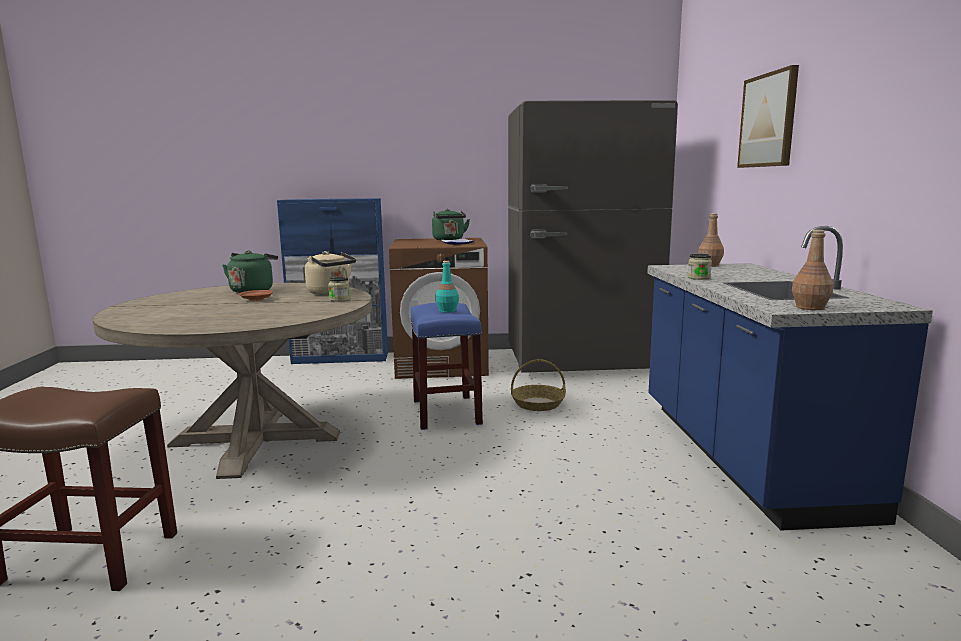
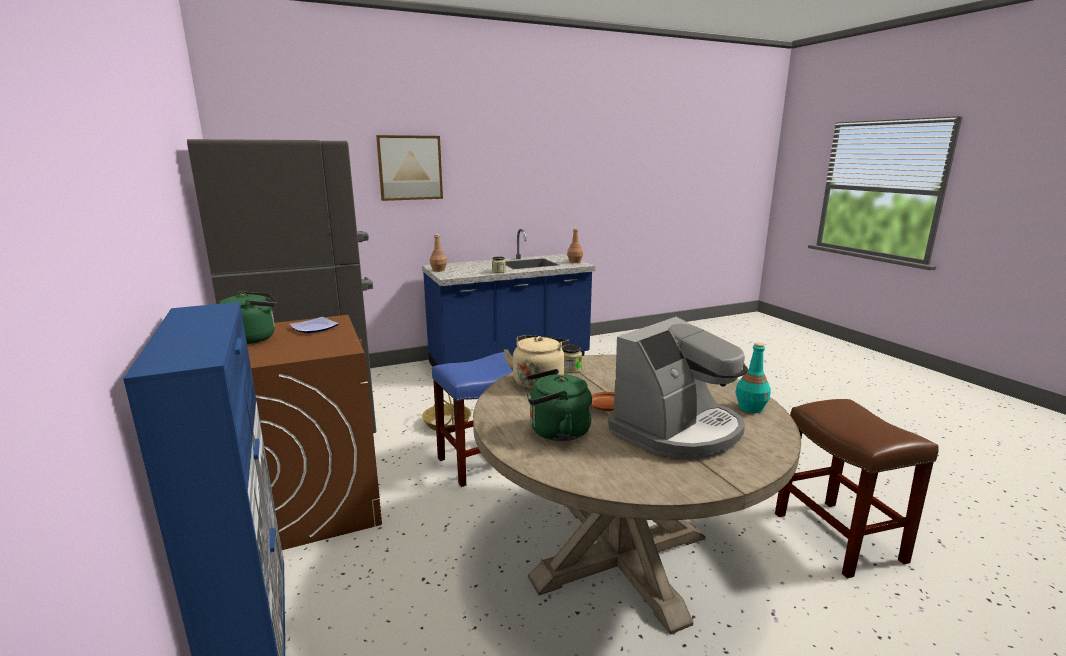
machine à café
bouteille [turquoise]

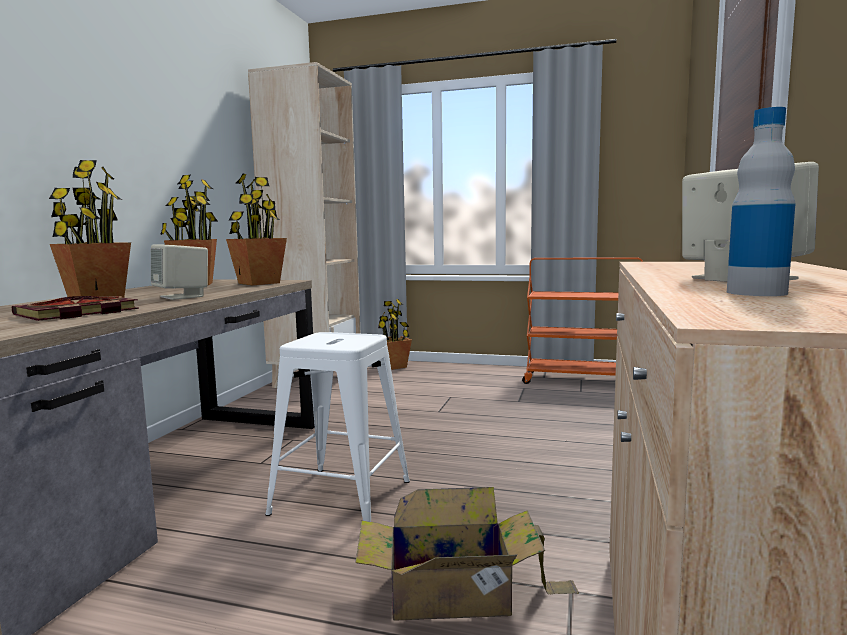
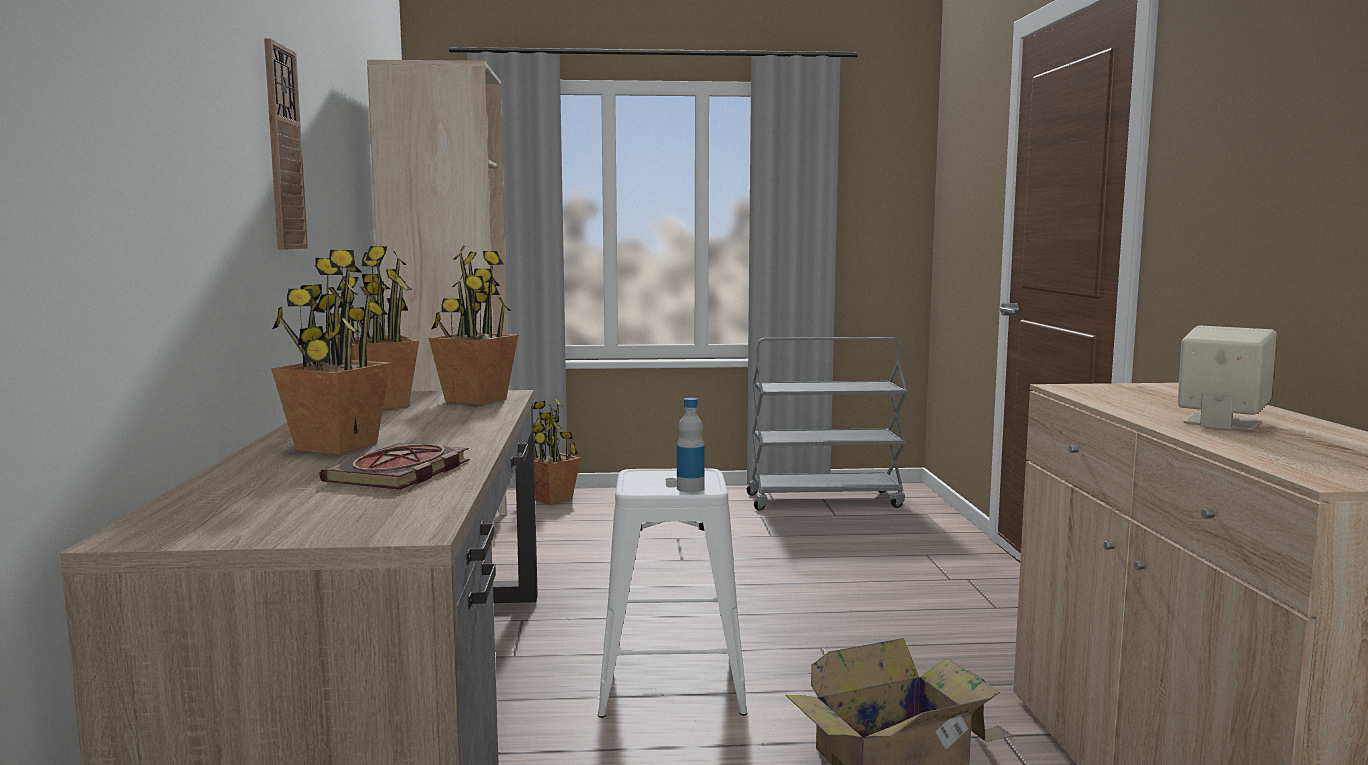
horloge murale
bouteille
chariot [gris]
enceinte [beige] (no. 1 from left in the first image)

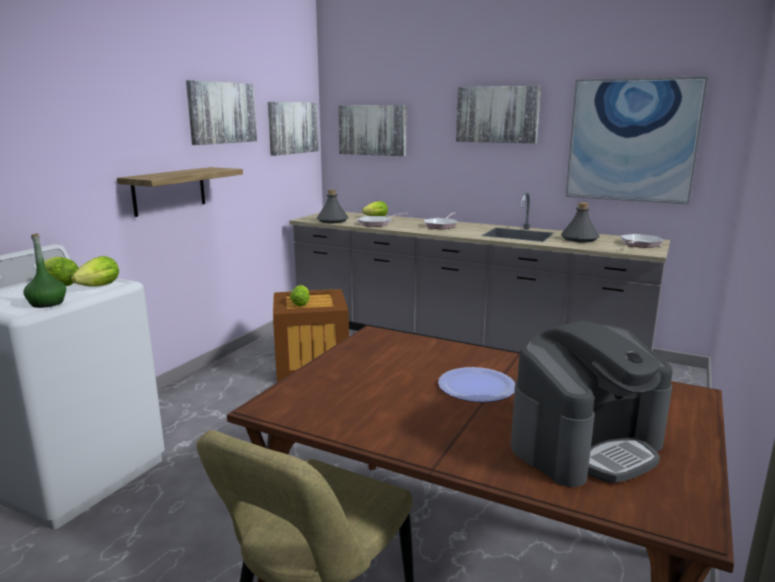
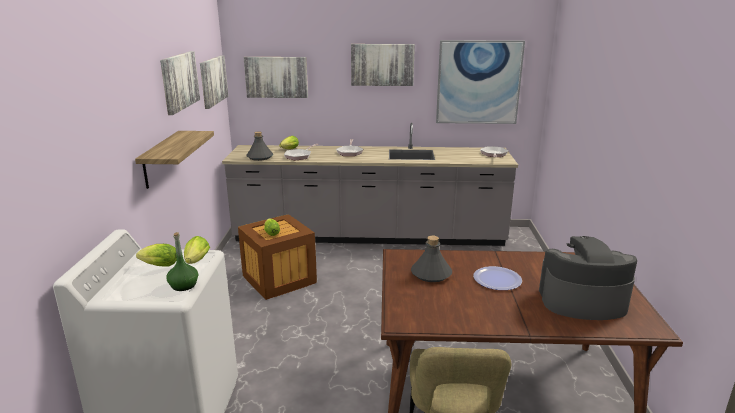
bouteille [gris] (no. 2 from left)
machine à café

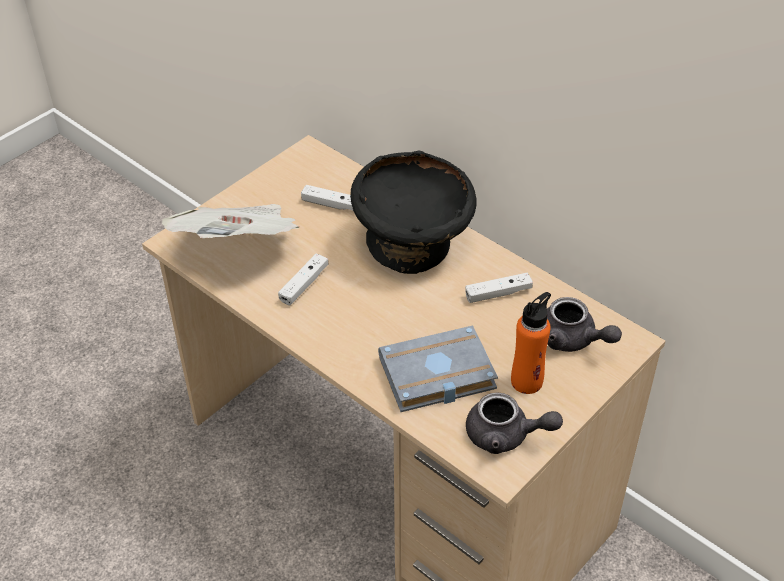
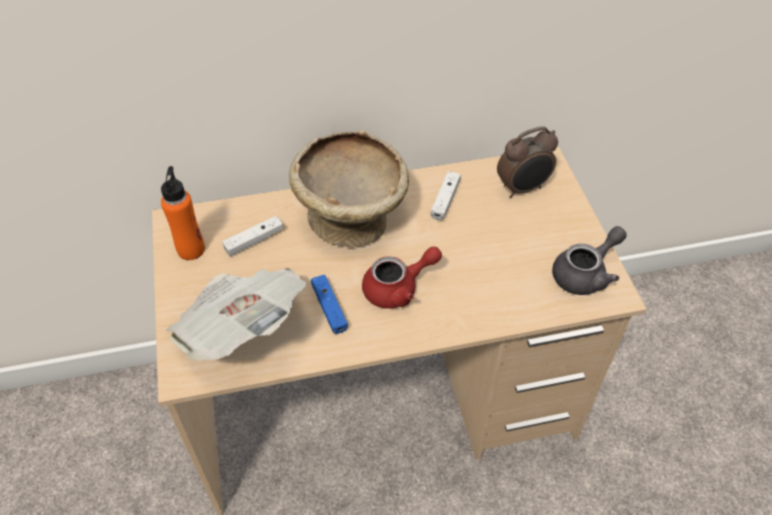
bouteille [orange]
bol [beige]
manette [bleu]
théière [rouge]
réveil
livre [gris]

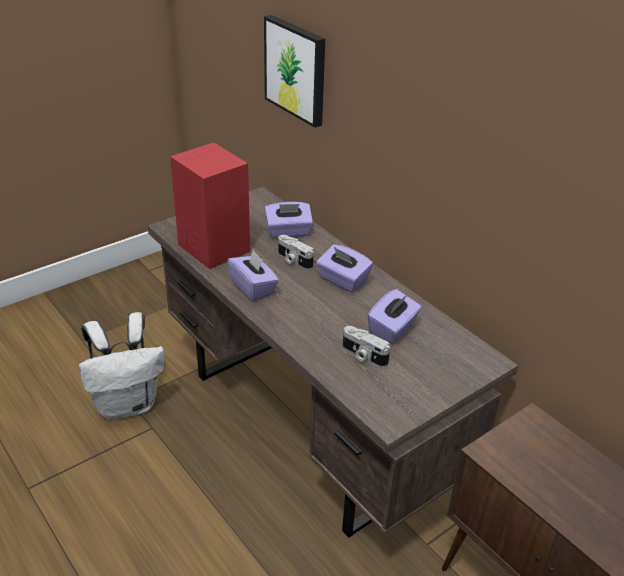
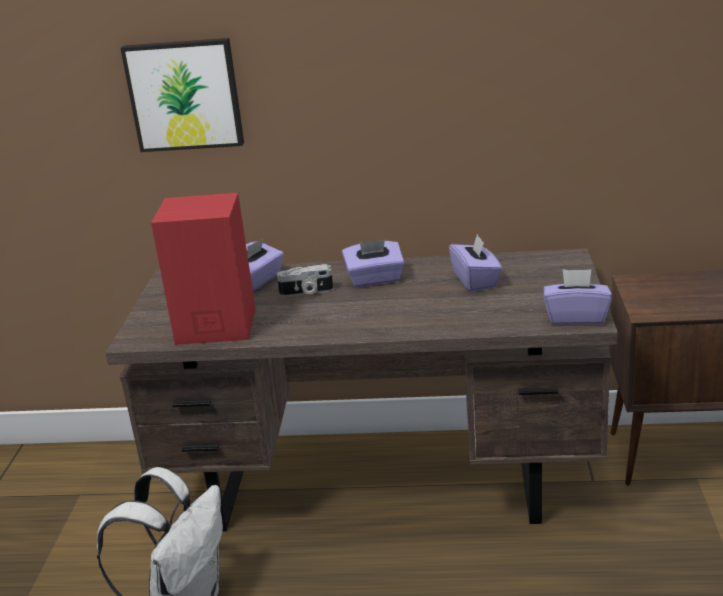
boîte à mouchoirs [violet] (no. 4 from left)
appareil photo (no. 2 from left in the first image)

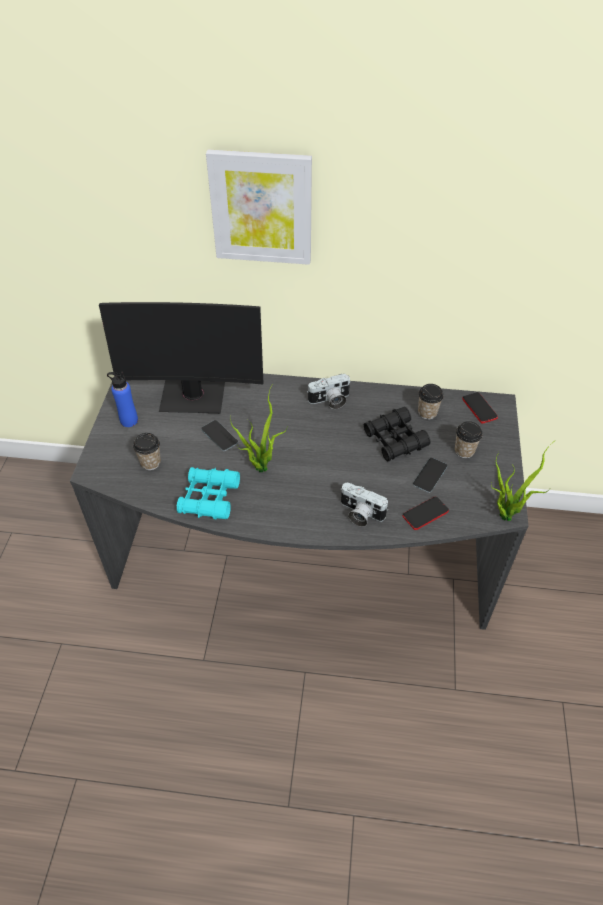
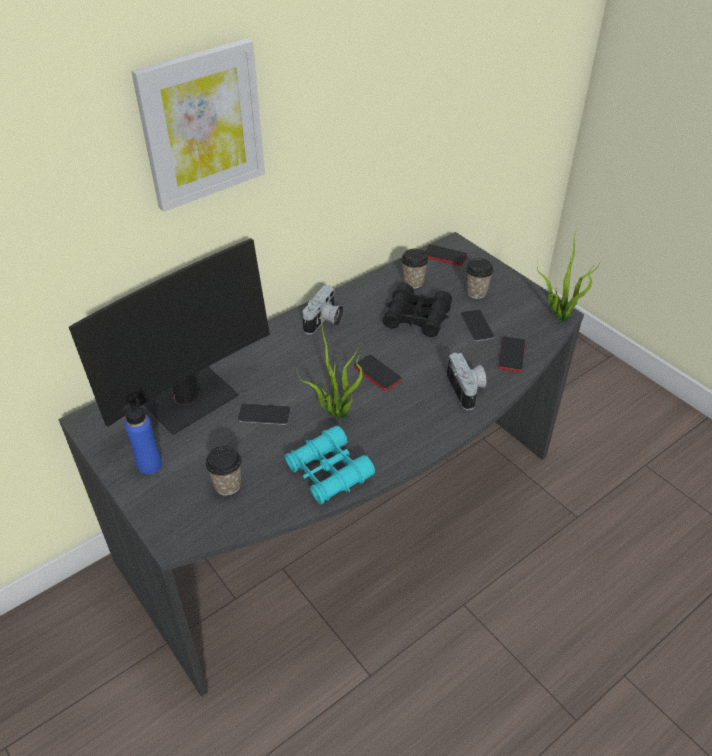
téléphone (no. 2 from left)
appareil photo (no. 2 from left)

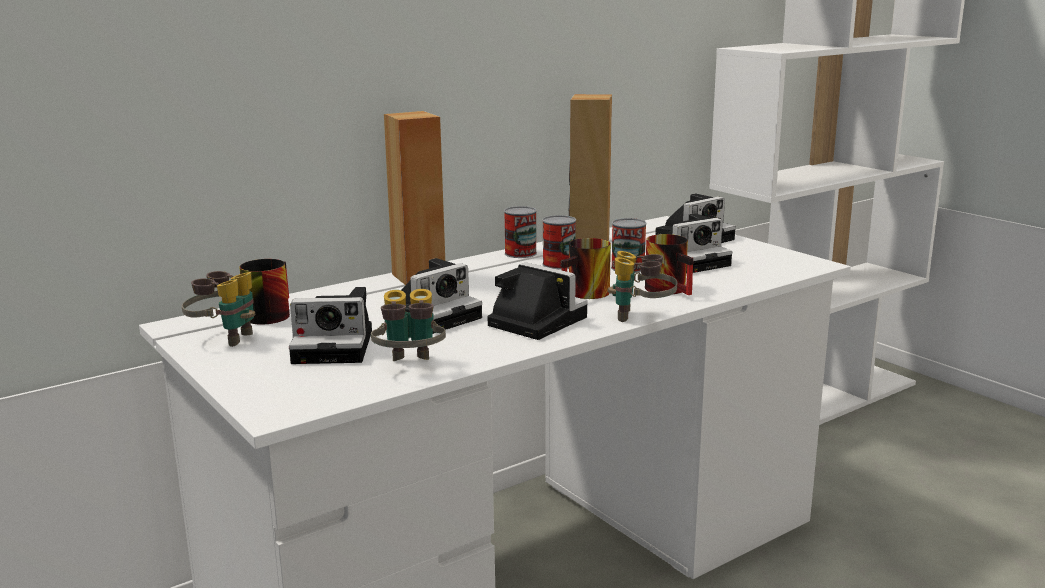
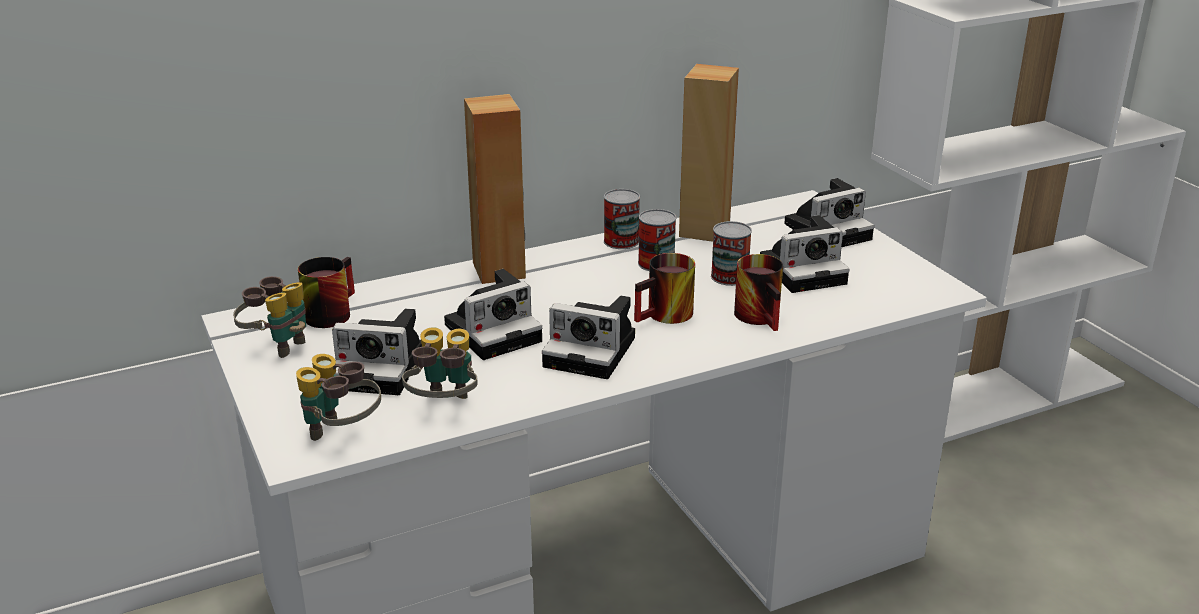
jumelles (no. 2 from left)
appareil photo (no. 3 from left)

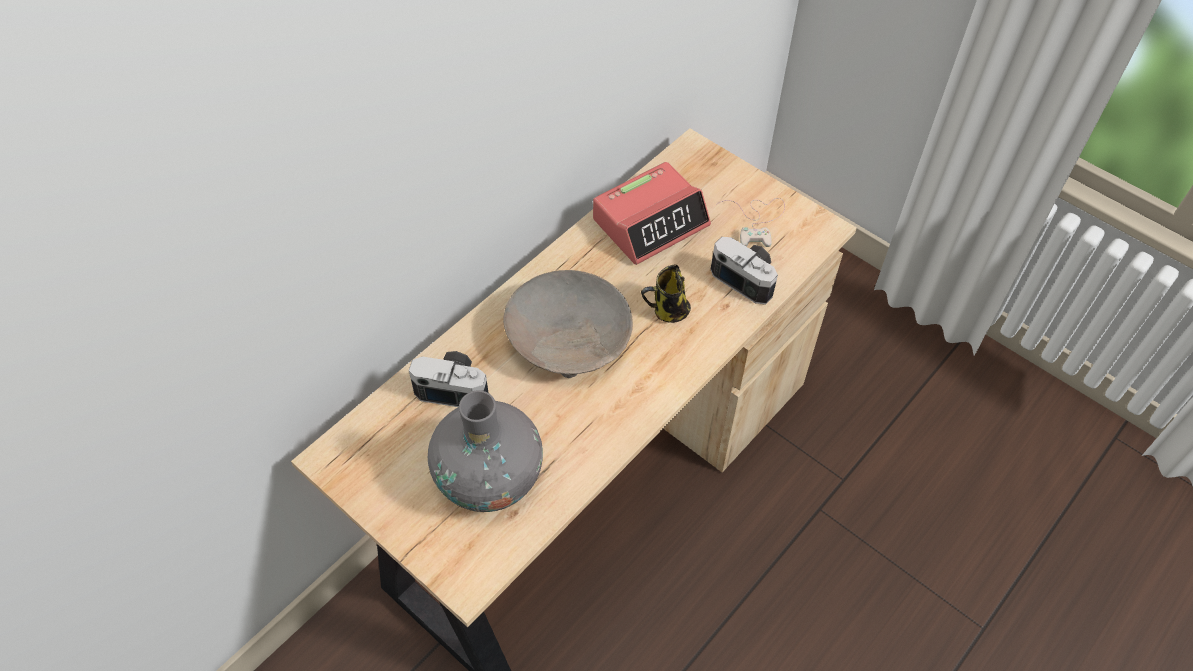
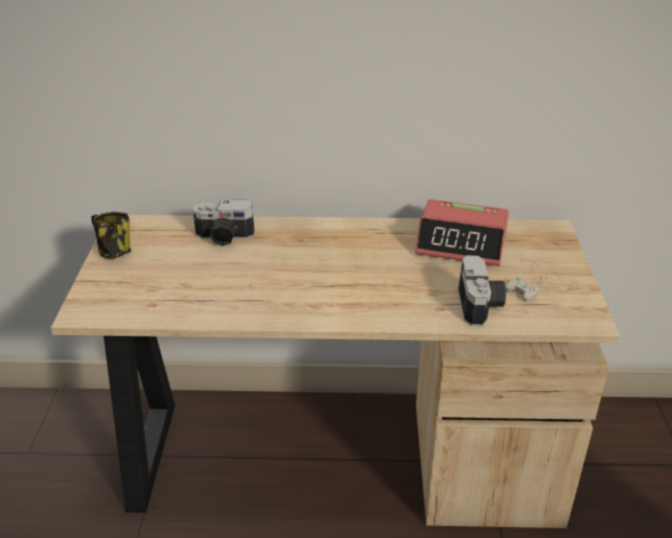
mug
appareil photo (no. 1 from left)
vase [gris]
bol [beige]

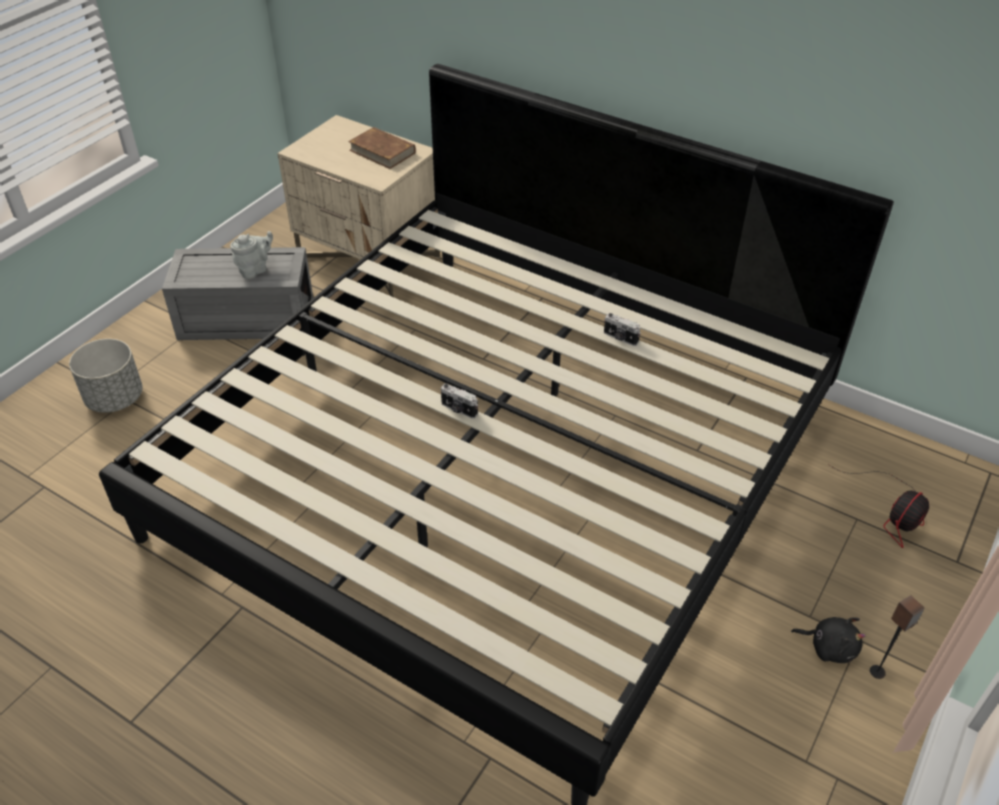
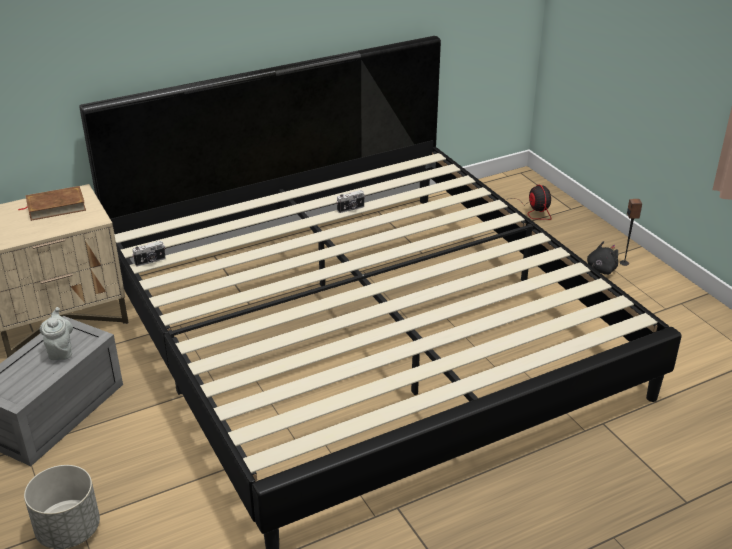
appareil photo (no. 1 from left)

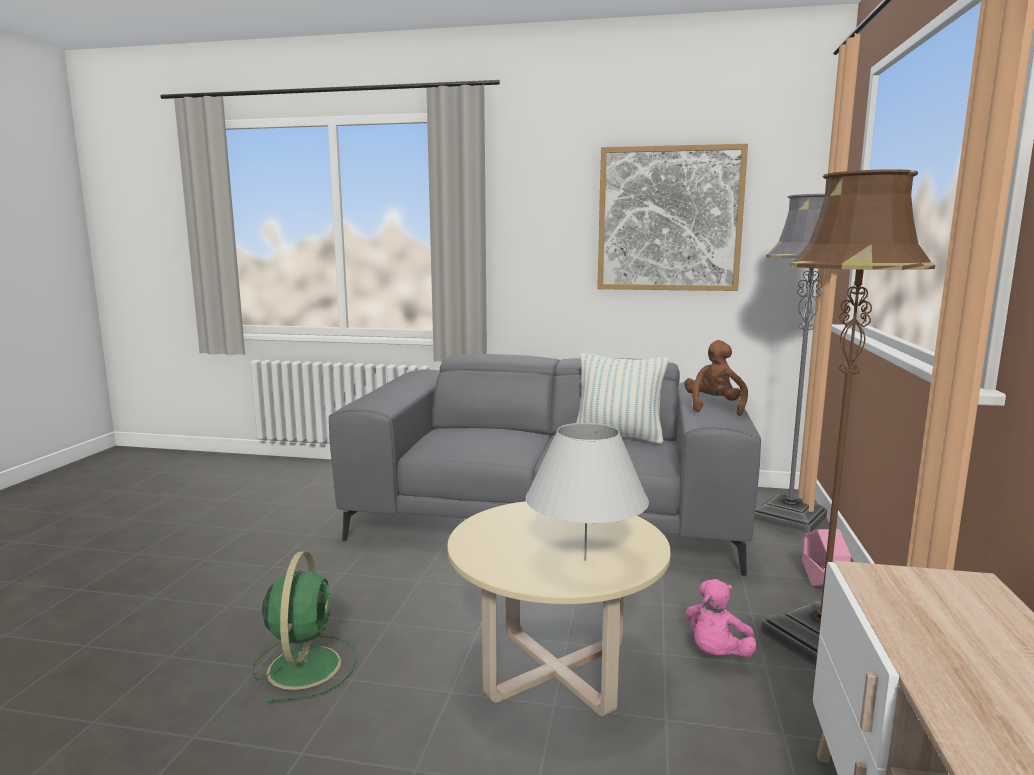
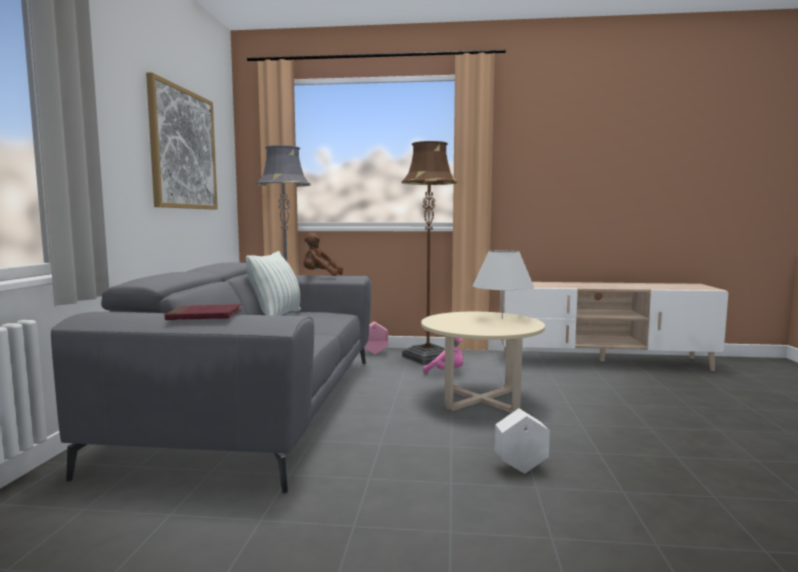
livre [rouge]
cache-pot [blanc]

